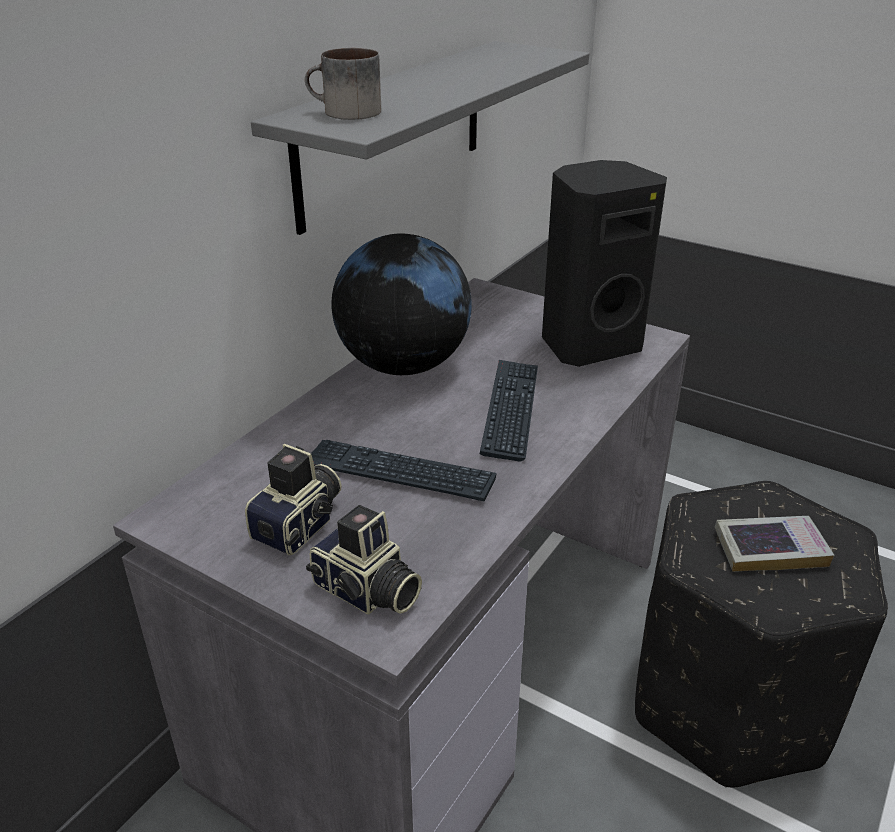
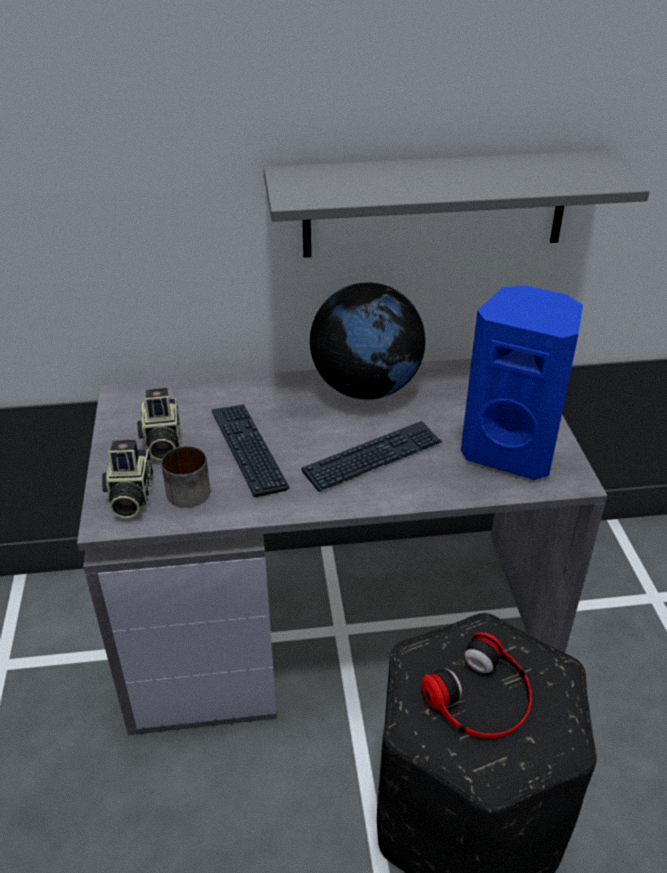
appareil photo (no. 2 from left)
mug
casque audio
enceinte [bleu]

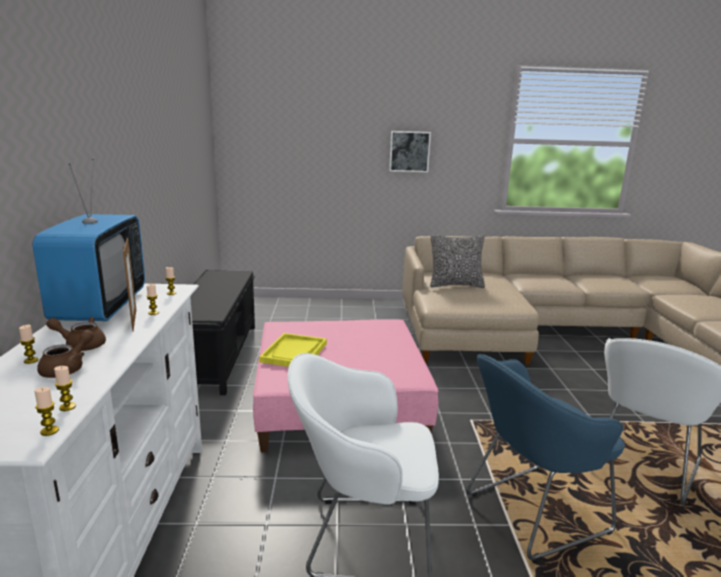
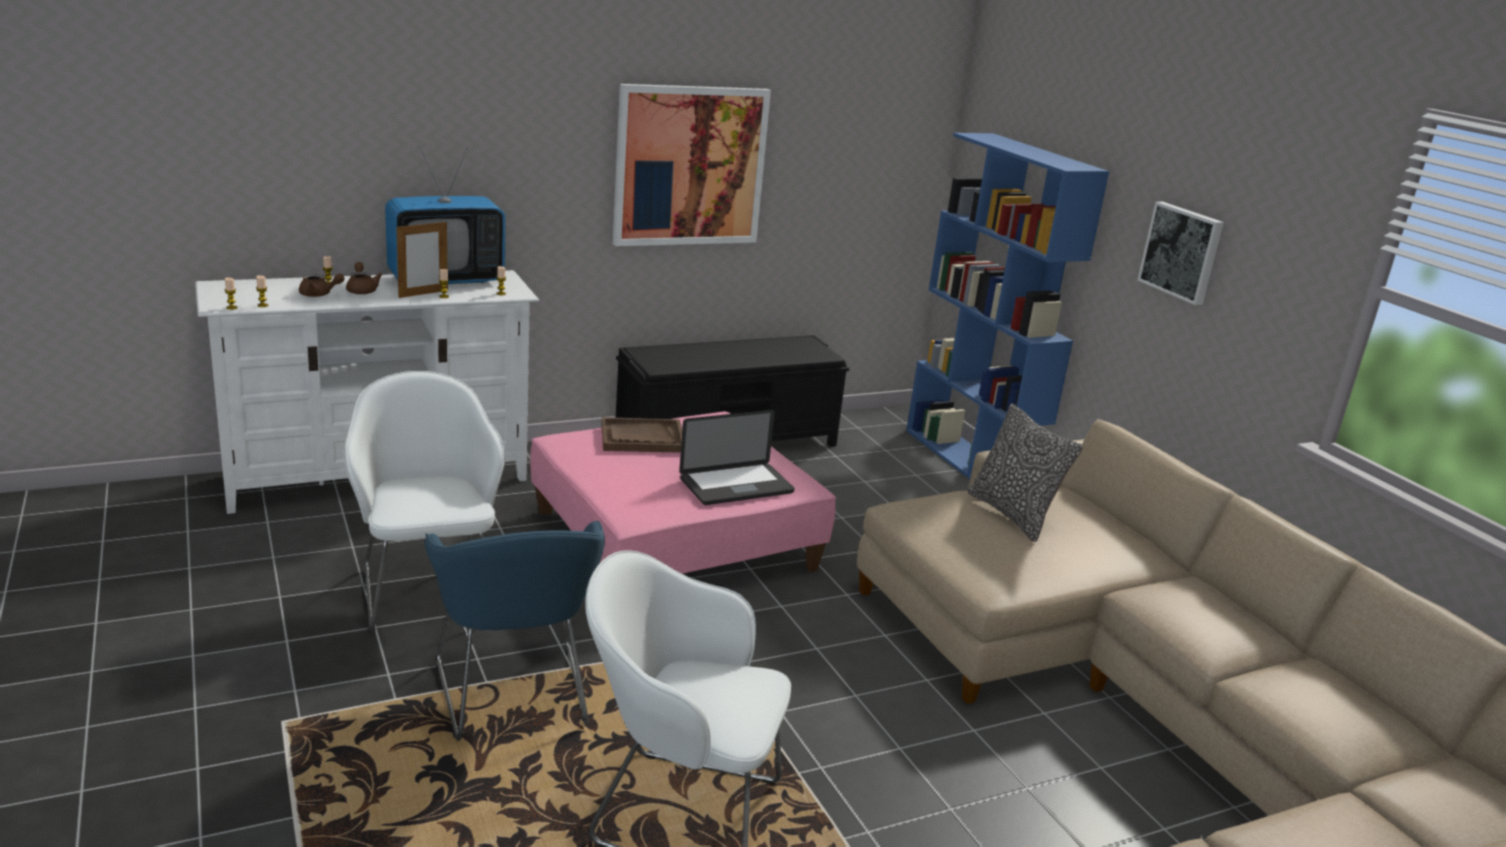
fauteuil [bleu]
plateau [marron]
tableau (no. 1 from left)
ordinateur portable
bibliothèque [bleu]

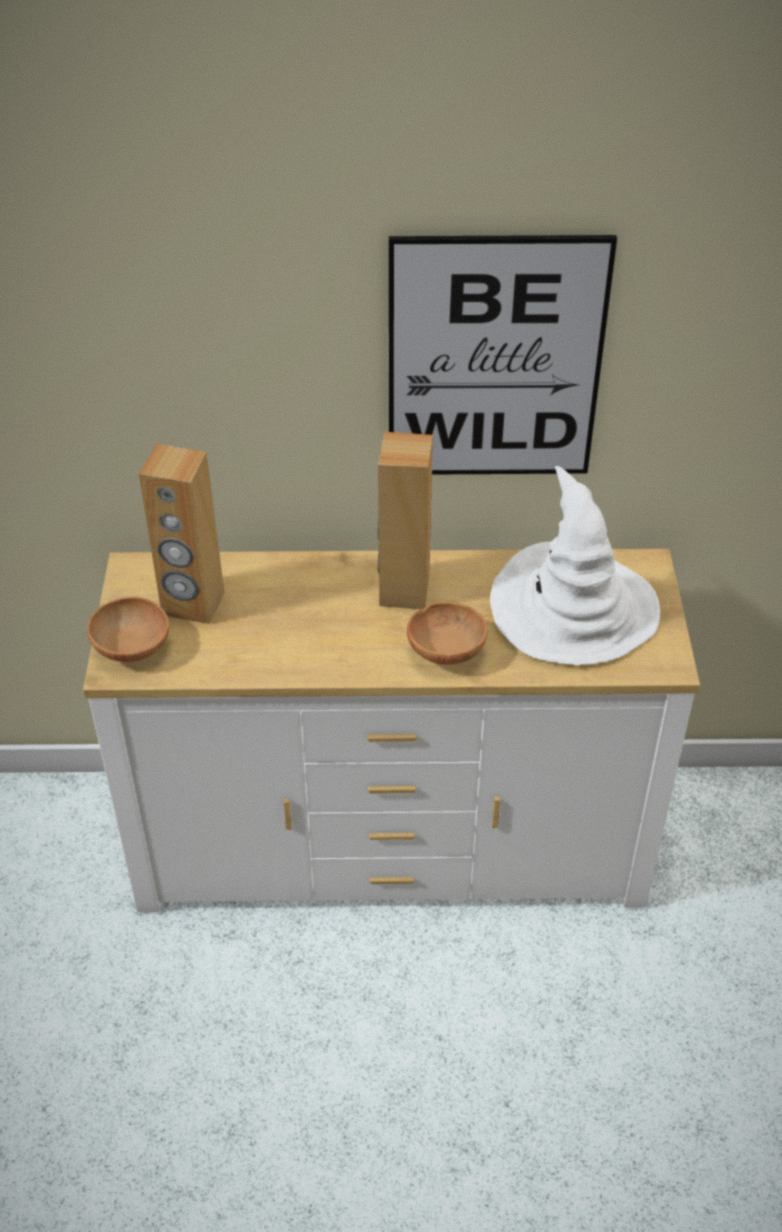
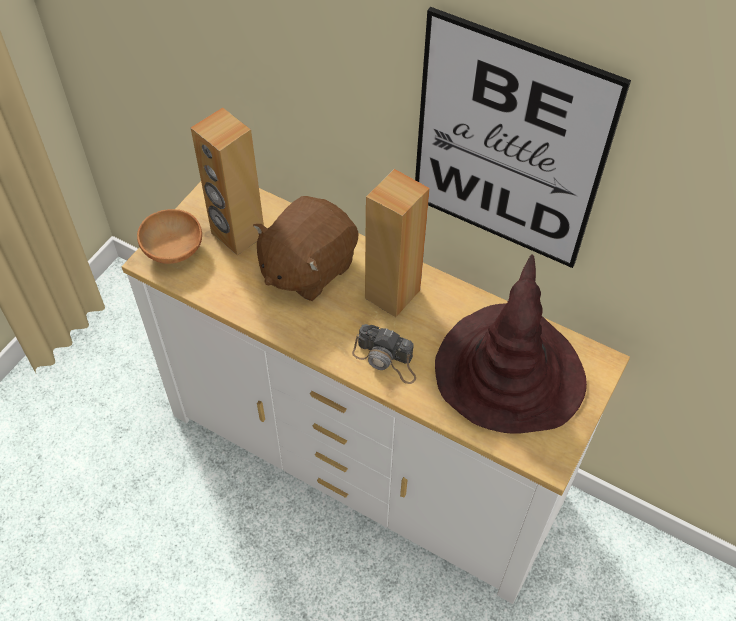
peluche [marron]
appareil photo
chapeau [marron]

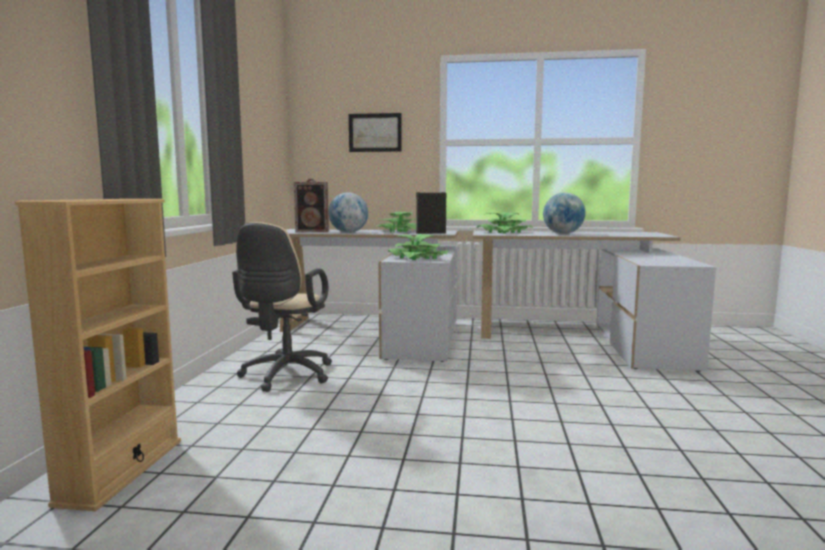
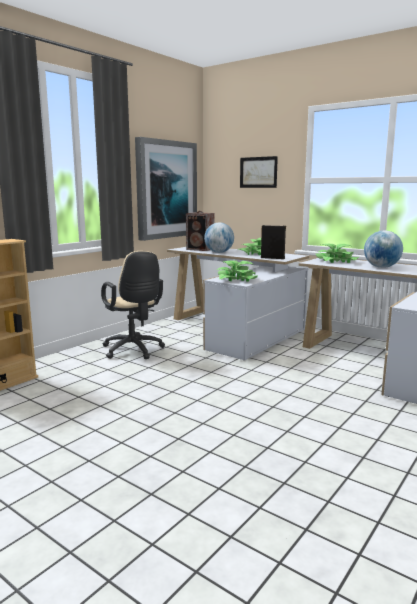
chaise de bureau [beige]
tableau (no. 1 from left)

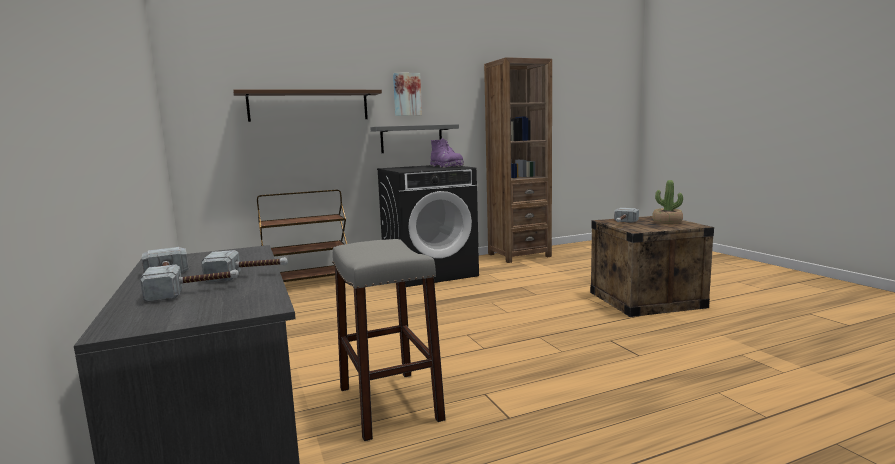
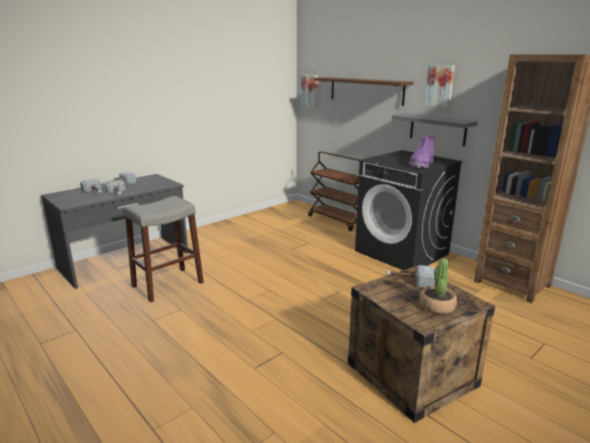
tableau (no. 1 from left)

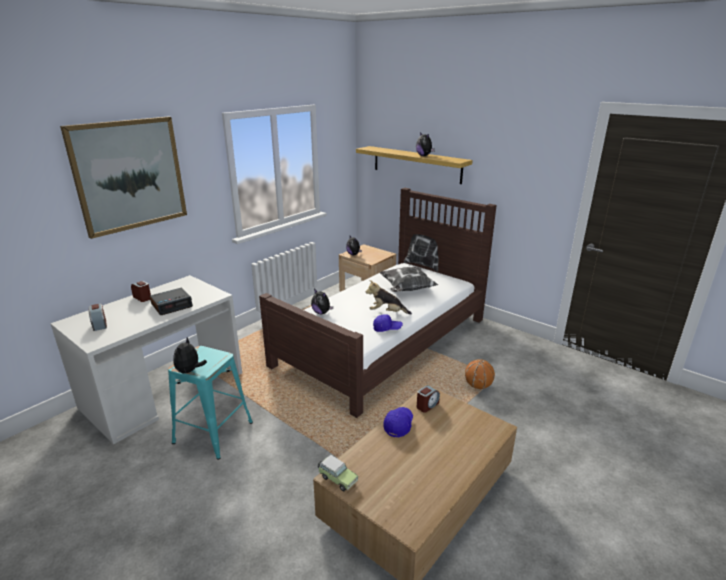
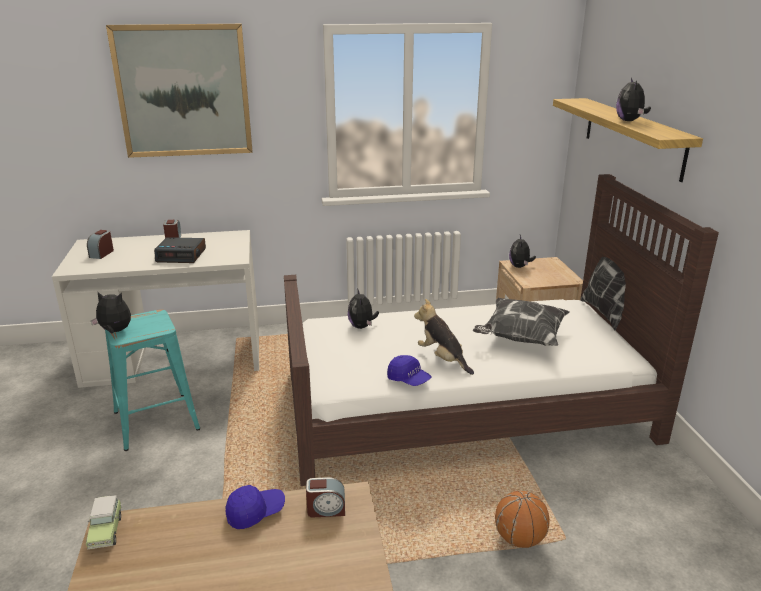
peluche (no. 1 from left)

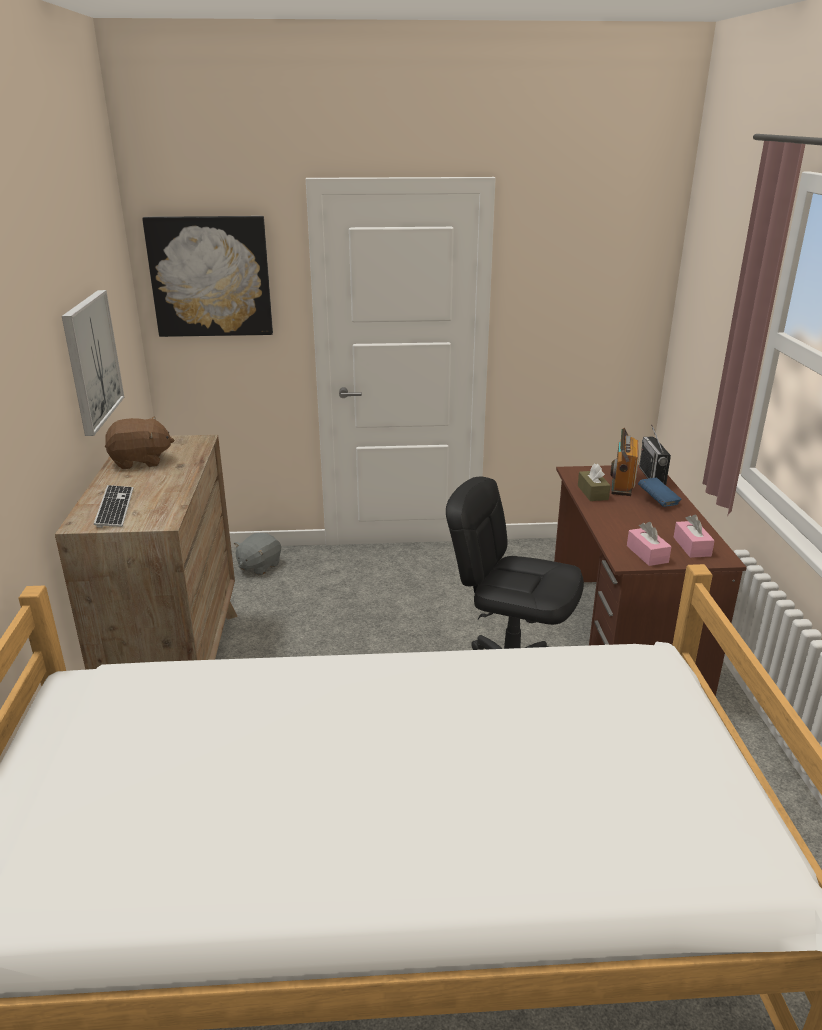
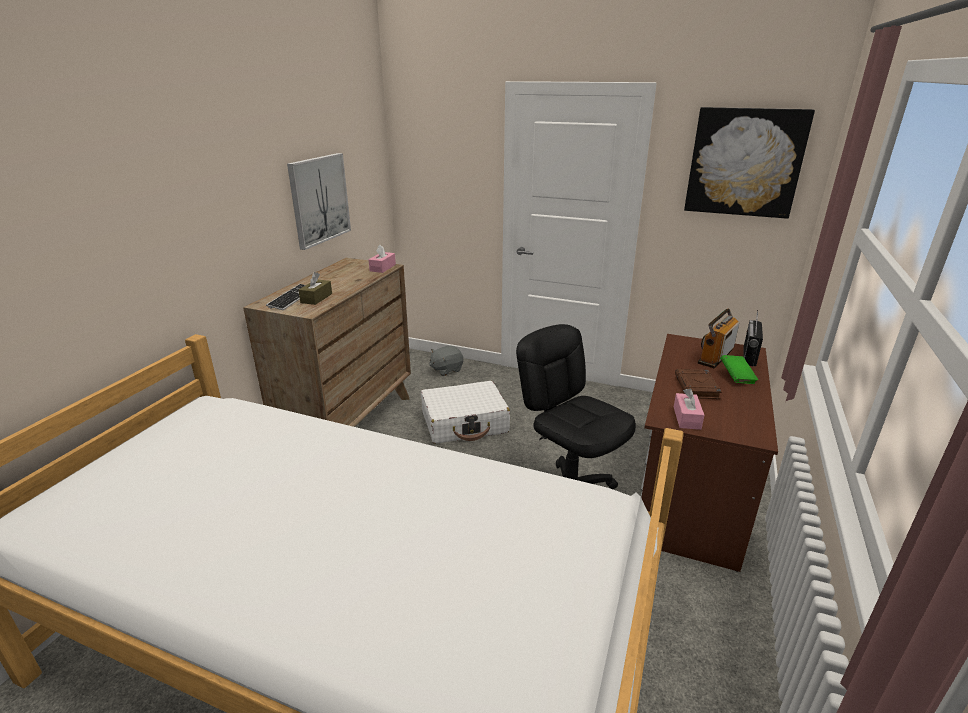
boîte à mouchoirs [marron]
boîte à mouchoirs [rose] (no. 1 from left)
valise [blanc]
livre [marron]
tableau (no. 2 from left)
livre [vert]
peluche [marron]

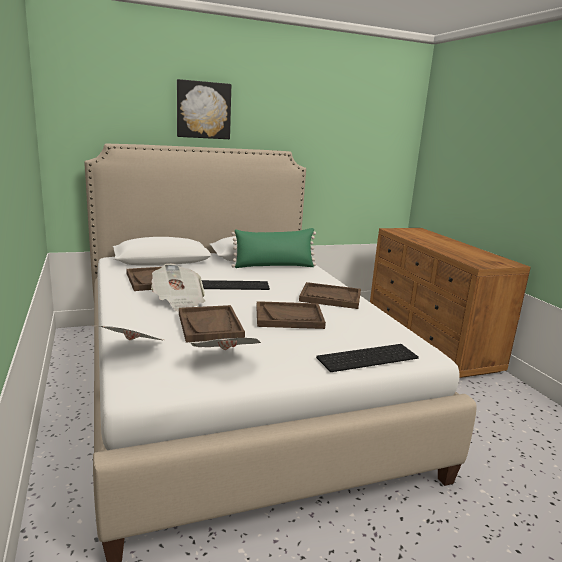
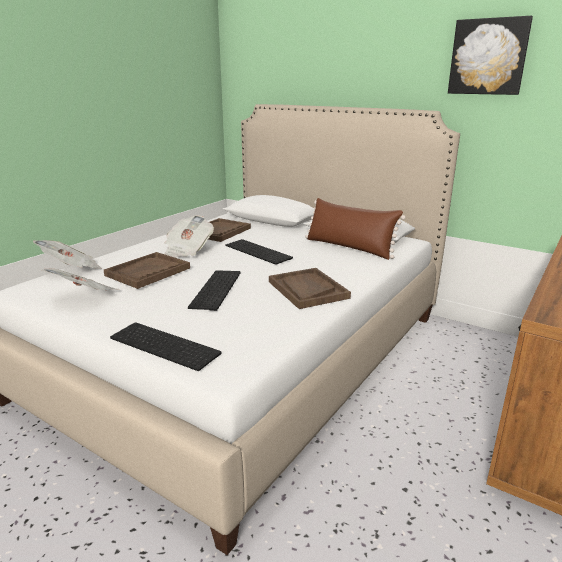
clavier (no. 2 from left)
coussin [marron]
tableau

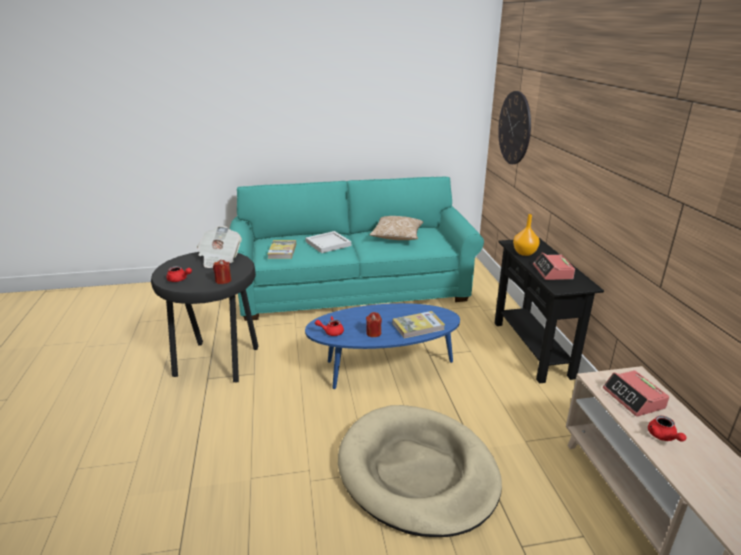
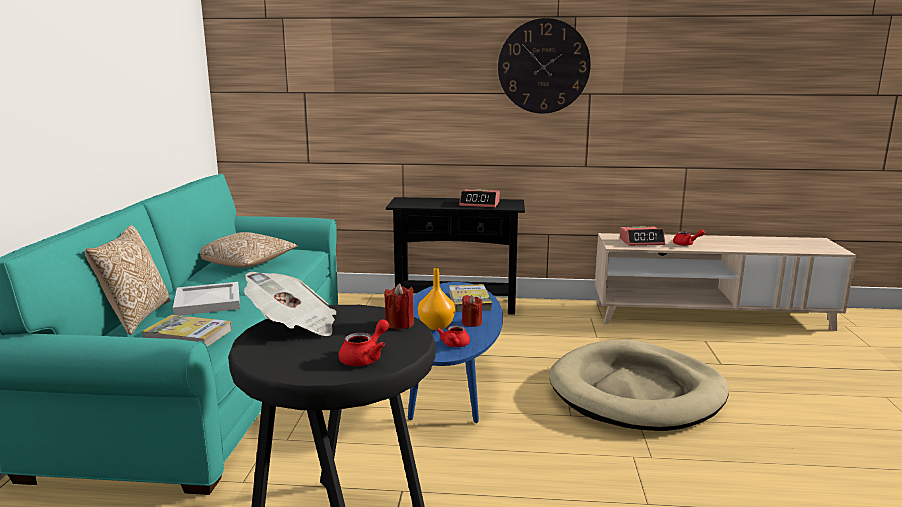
coussin (no. 1 from left)
vase [orange]
horloge murale

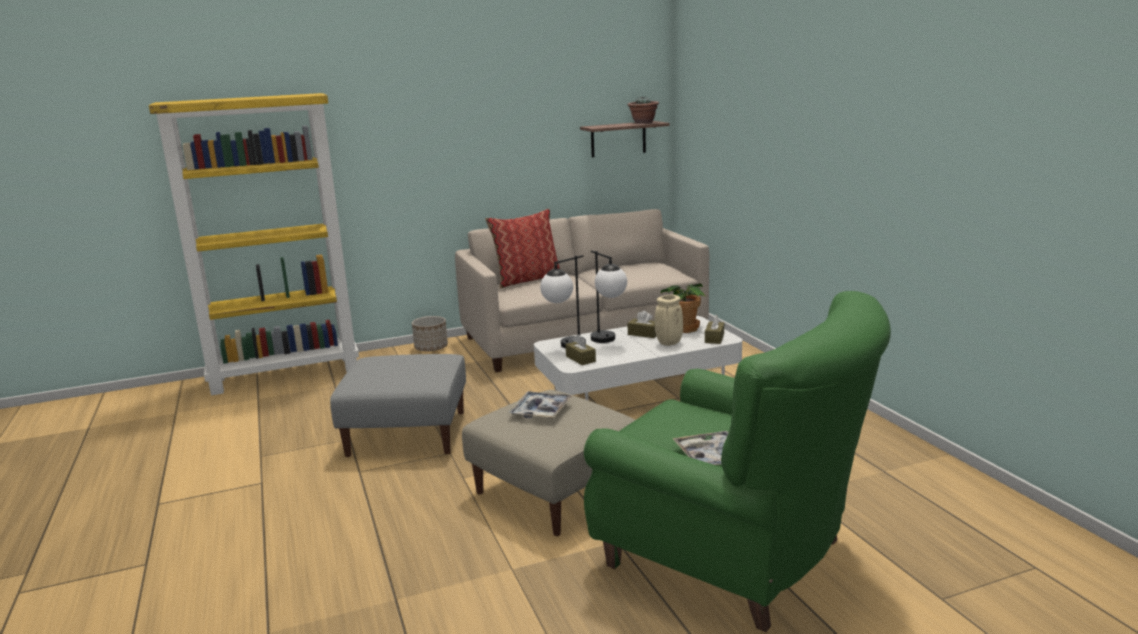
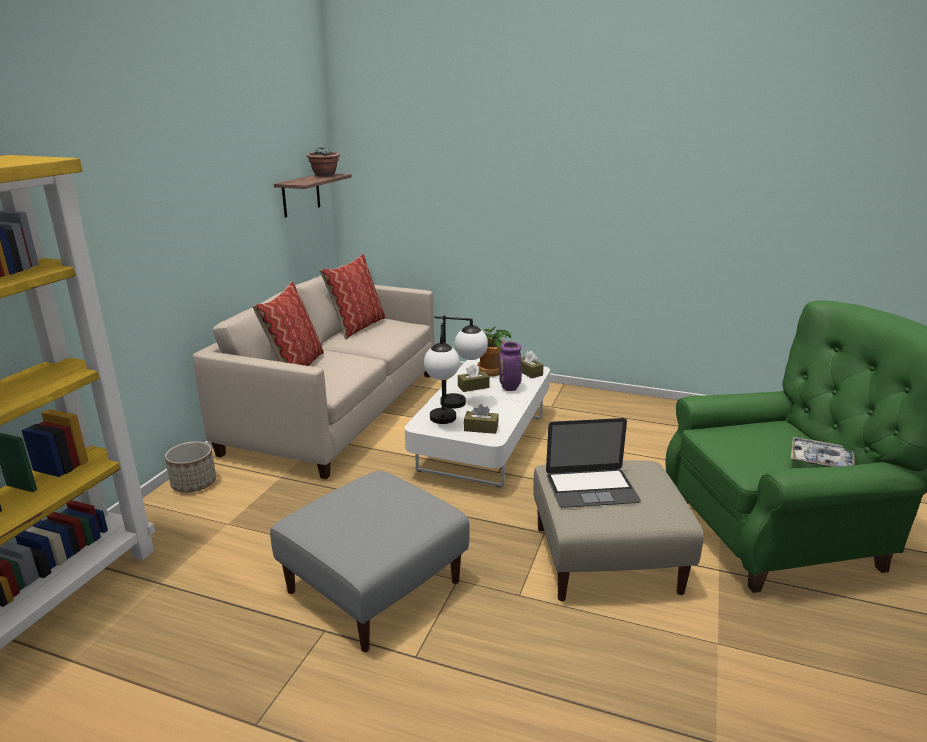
coussin (no. 2 from left)
vase [violet]
ordinateur portable

